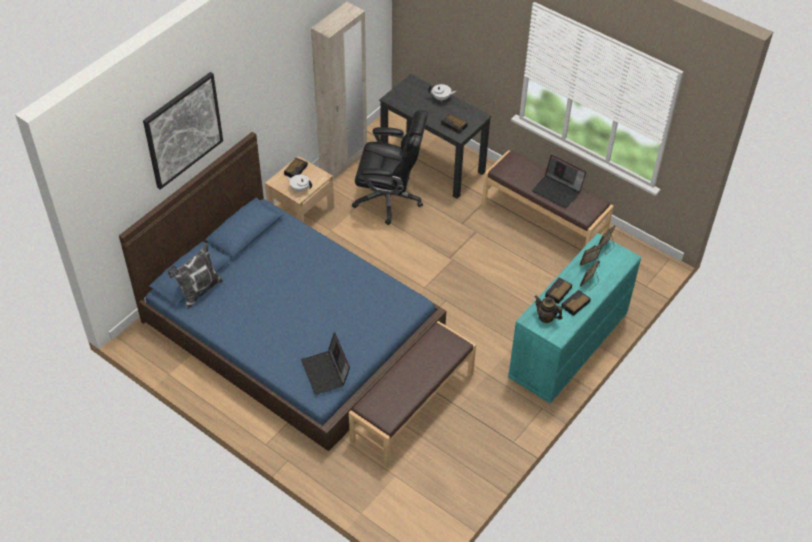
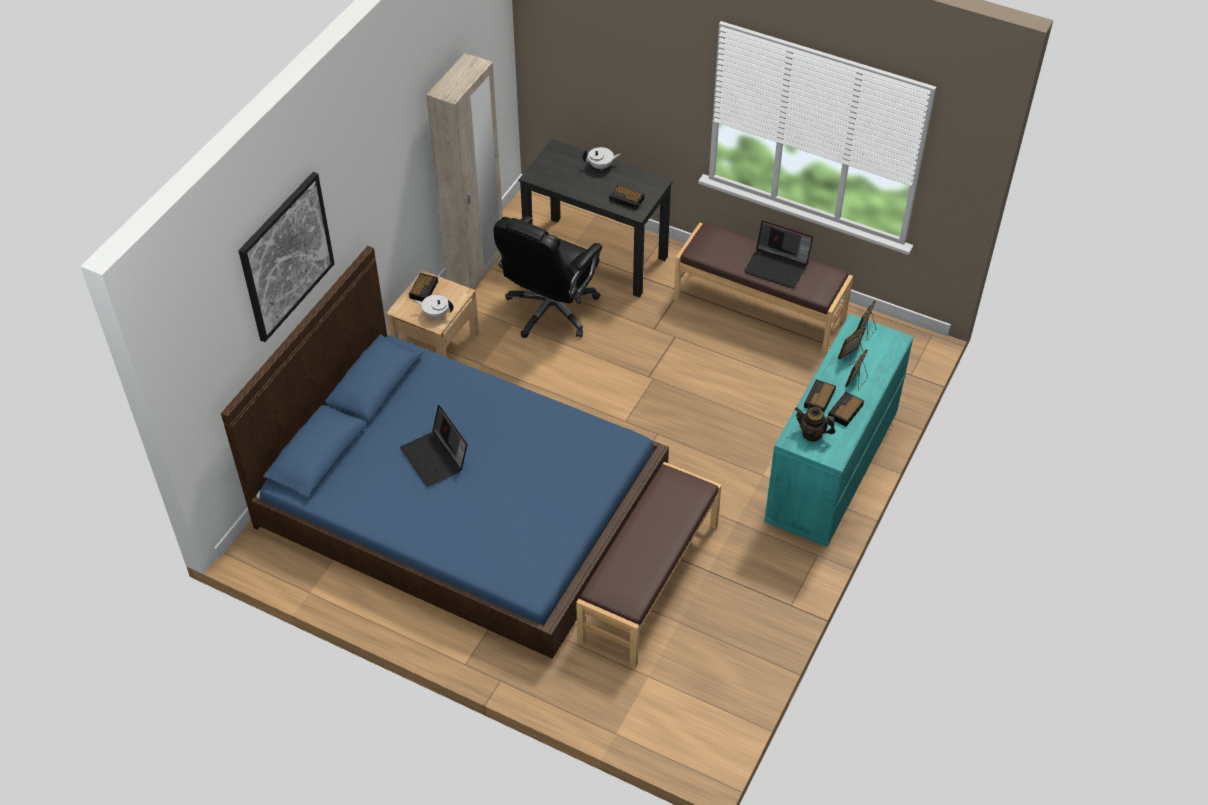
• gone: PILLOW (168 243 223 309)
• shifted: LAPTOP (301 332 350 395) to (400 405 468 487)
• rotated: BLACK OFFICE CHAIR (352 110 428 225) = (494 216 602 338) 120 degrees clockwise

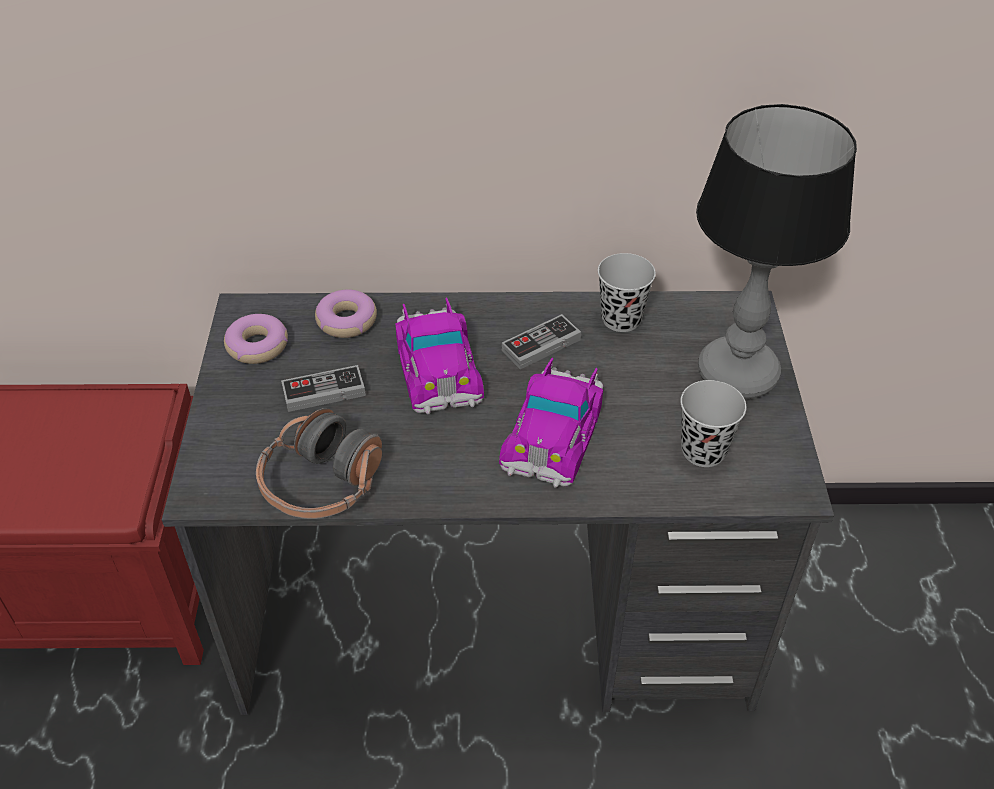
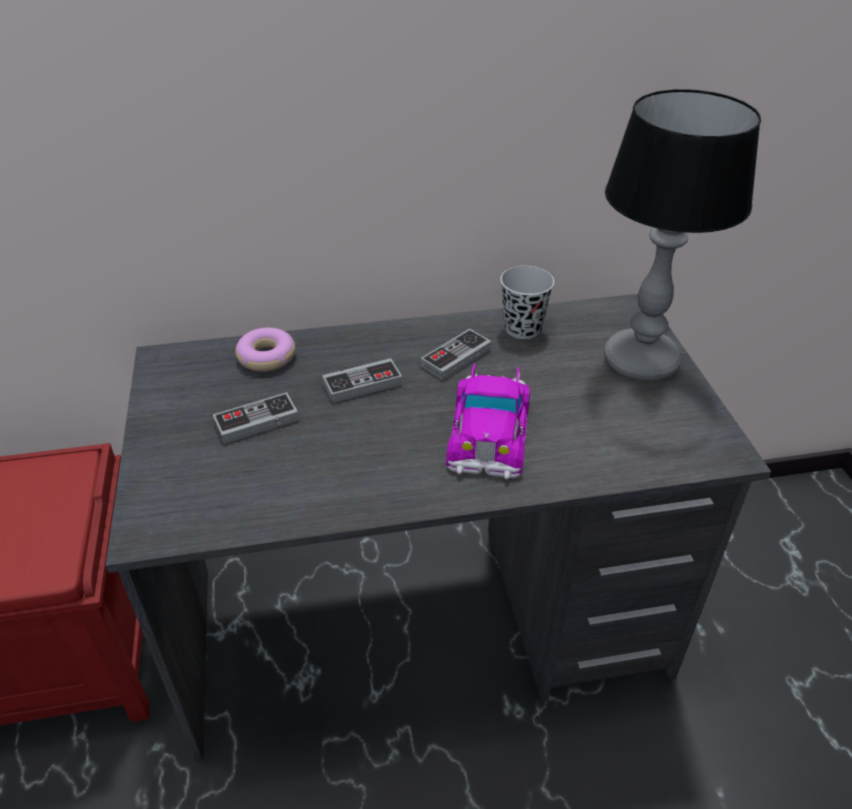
• gone: DONUT (224 314 288 364)
• gone: HEADPHONES (256 408 382 519)
• swapped: TOY CAR (395 297 484 414) to GAME CONTROLLER (322 358 402 403)
• gone: BLACK CUP (680 380 746 467)

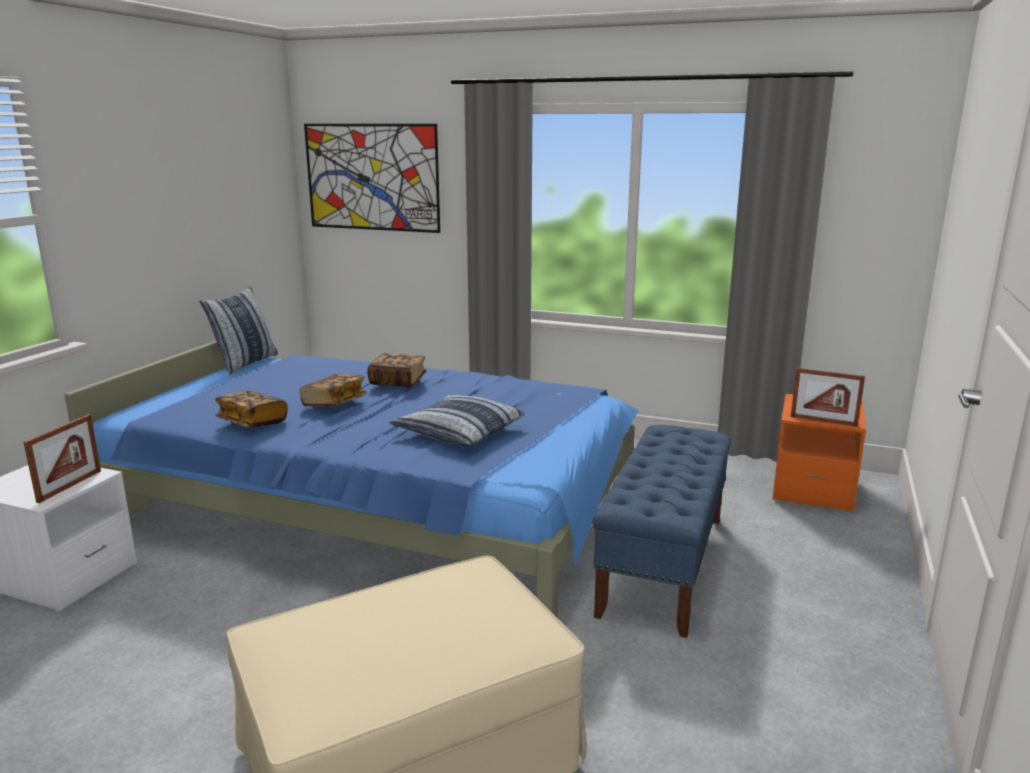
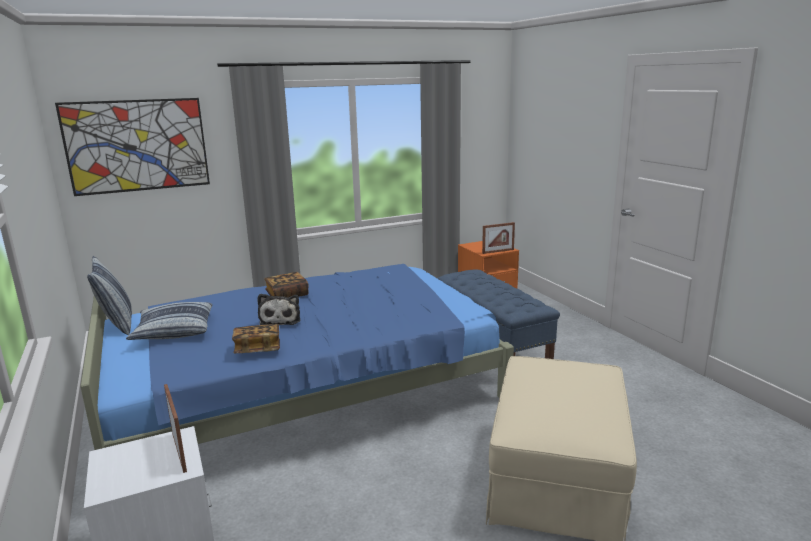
• swapped: BOOK (300 374 366 407) to PLUSH TOY (257 294 301 325)
• shifted: PILLOW (389 395 525 446) to (126 302 213 340)

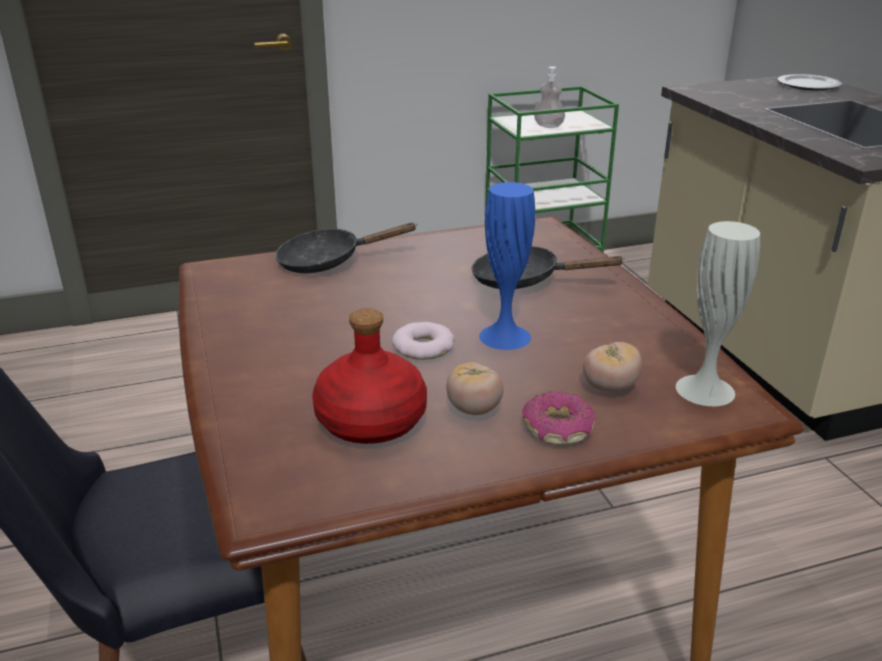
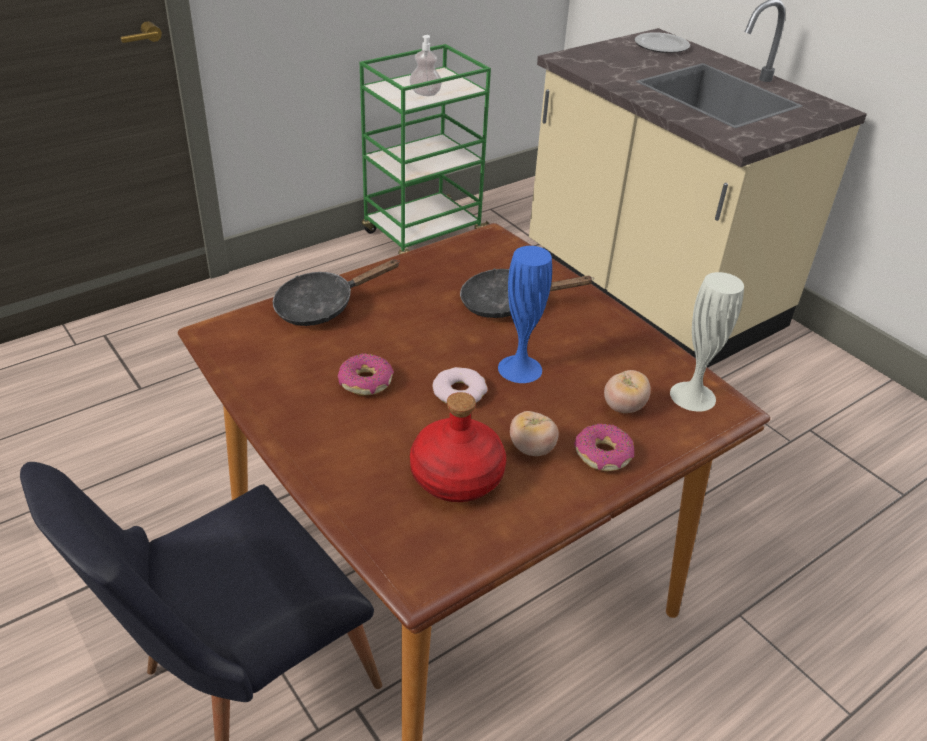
• new: DONUT (338 353 394 396)

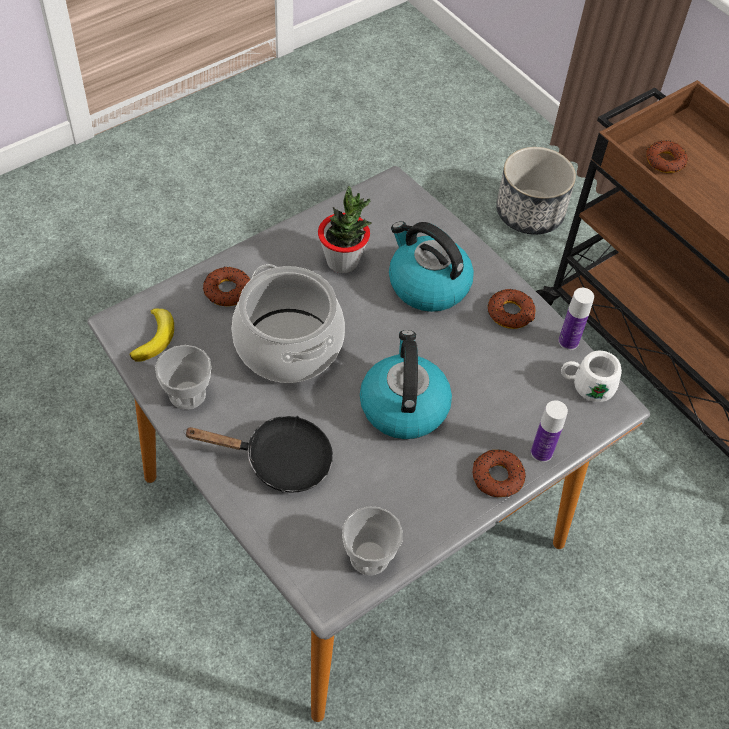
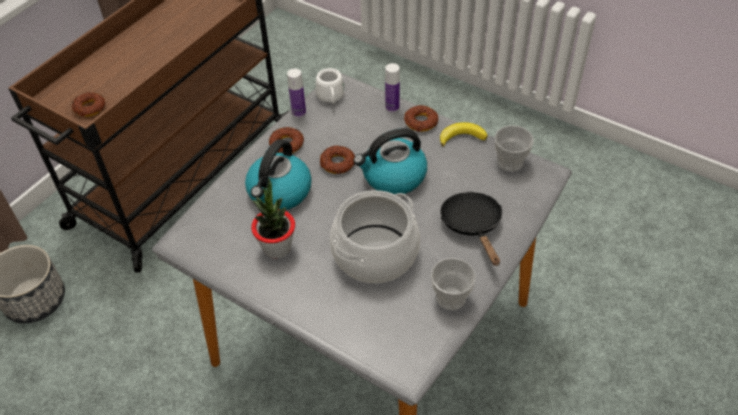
• shifted: BANANA (129 309 174 362) to (440 122 487 147)
• shifted: DONUT (203 267 250 306) to (320 145 355 174)

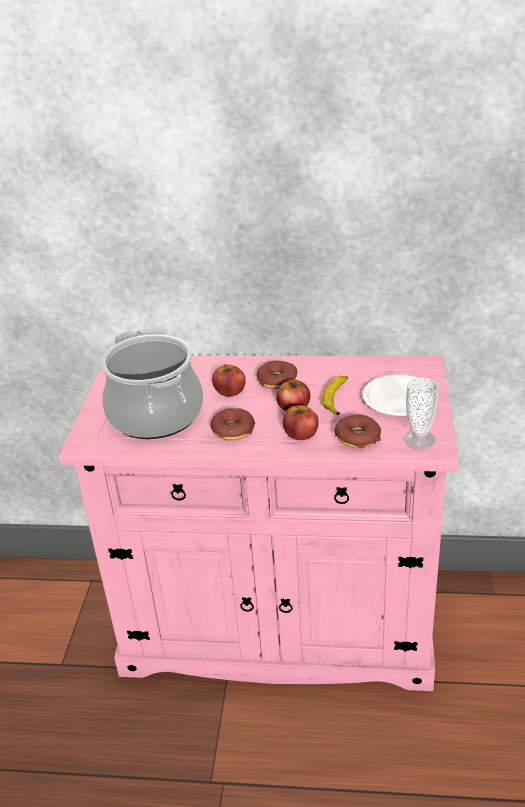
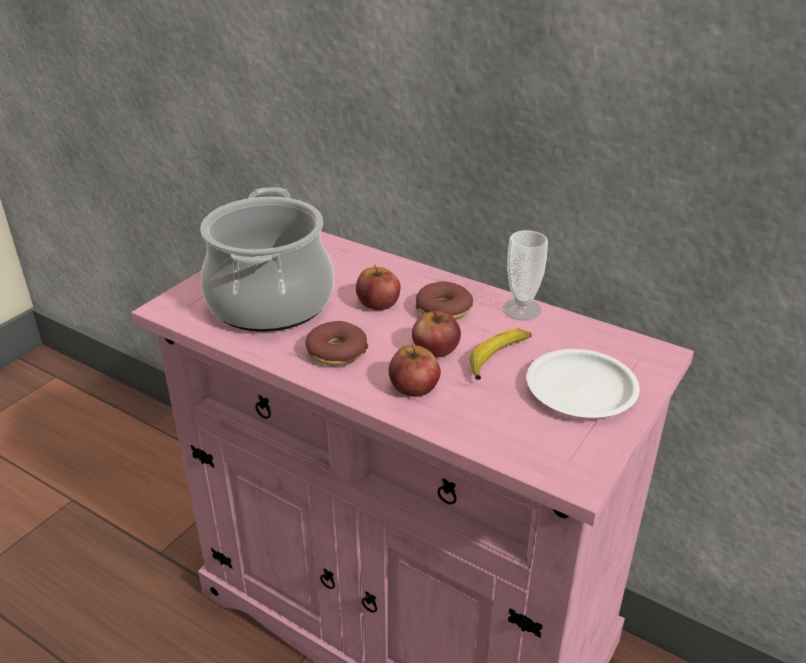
• gone: DONUT (335 415 381 448)
• shifted: CUP (404 378 438 450) to (503 230 548 320)

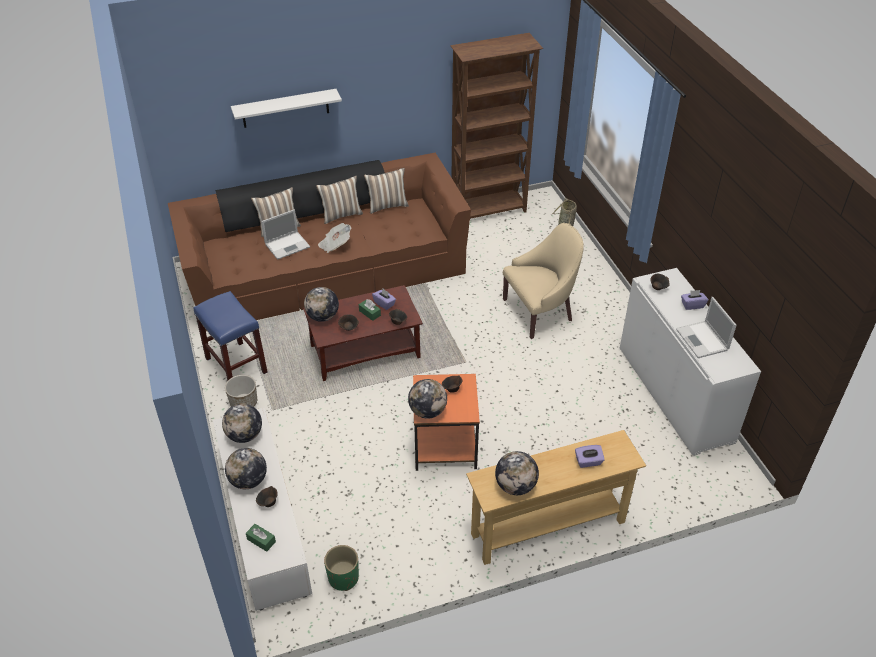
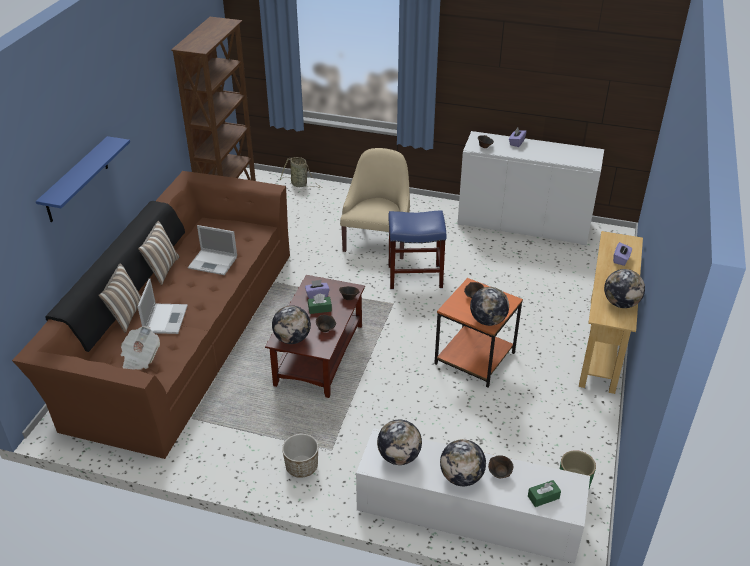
• shifted: BLUE STOOL (194 291 268 381) to (388 210 446 289)
• repainted: WHITE SHELF (231 89 342 128) to BLUE SHELF (36 136 130 222)
• shifted: NEWSPAPER (318 223 352 253) to (121 326 160 370)
• gone: PILLOW (364 168 409 214)
• shifted: LAPTOP (676 297 737 358) to (188 225 237 275)

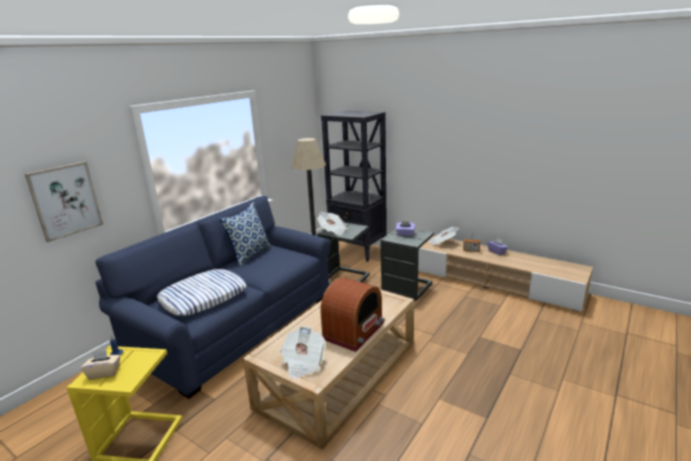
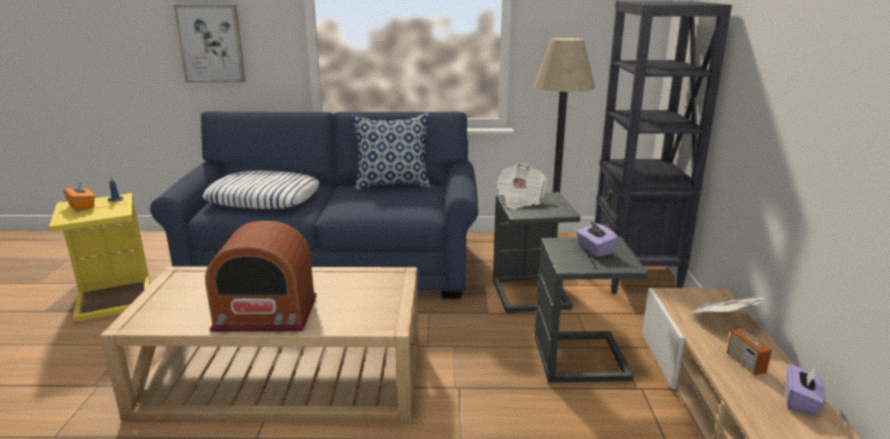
• repainted: BEIGE TISSUE BOX (81 350 120 379) to ORANGE TISSUE BOX (63 181 95 212)
• gone: NEWSPAPER (280 326 326 379)

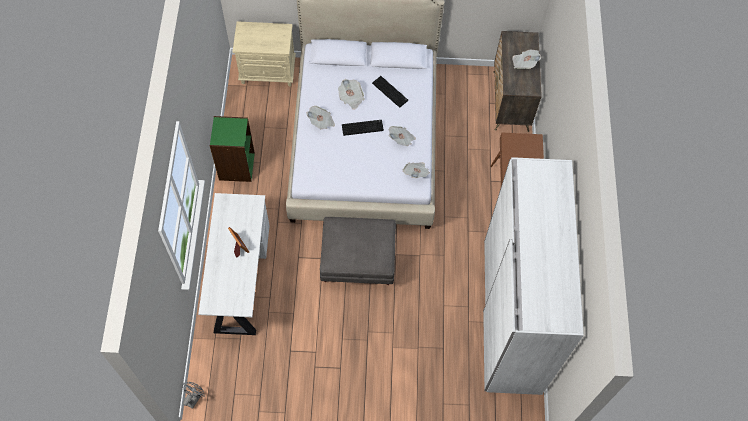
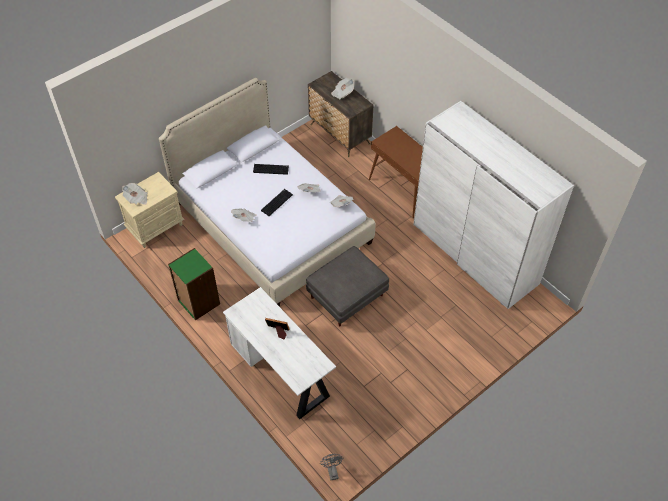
• shifted: NEWSPAPER (338 79 365 110) to (122 183 148 205)

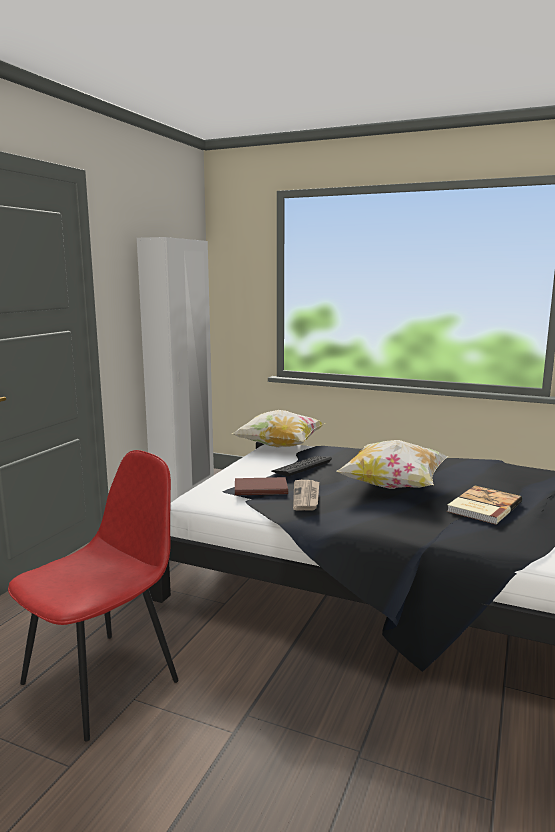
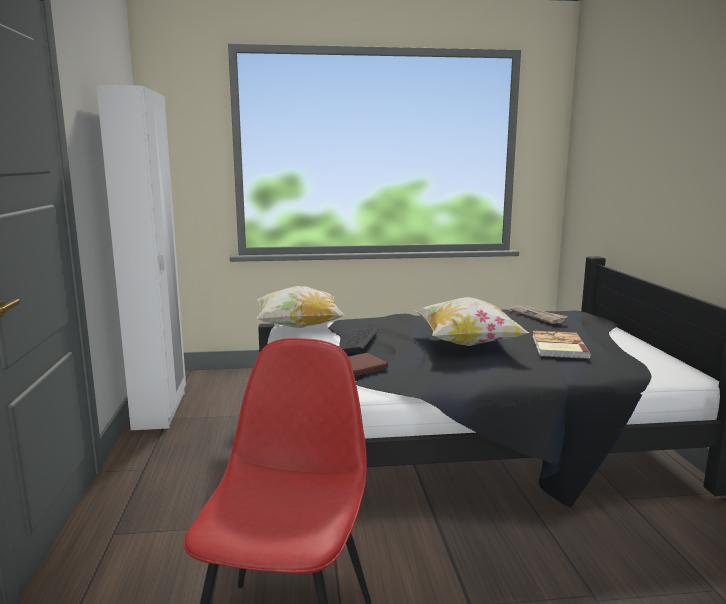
• shifted: NEWSPAPER (293 480 319 511) to (509 305 568 324)

